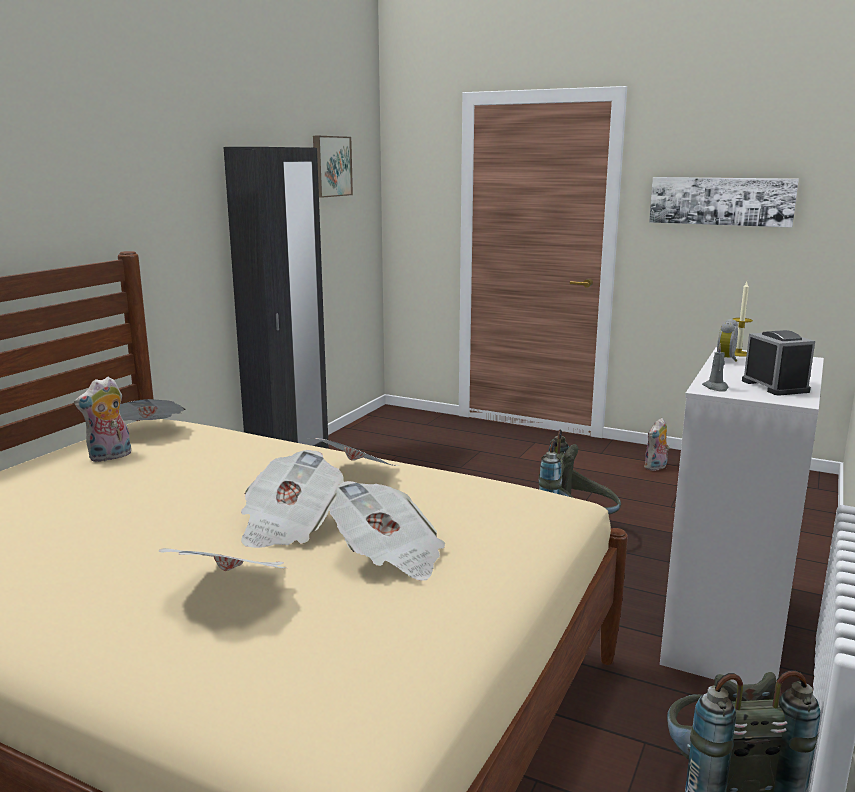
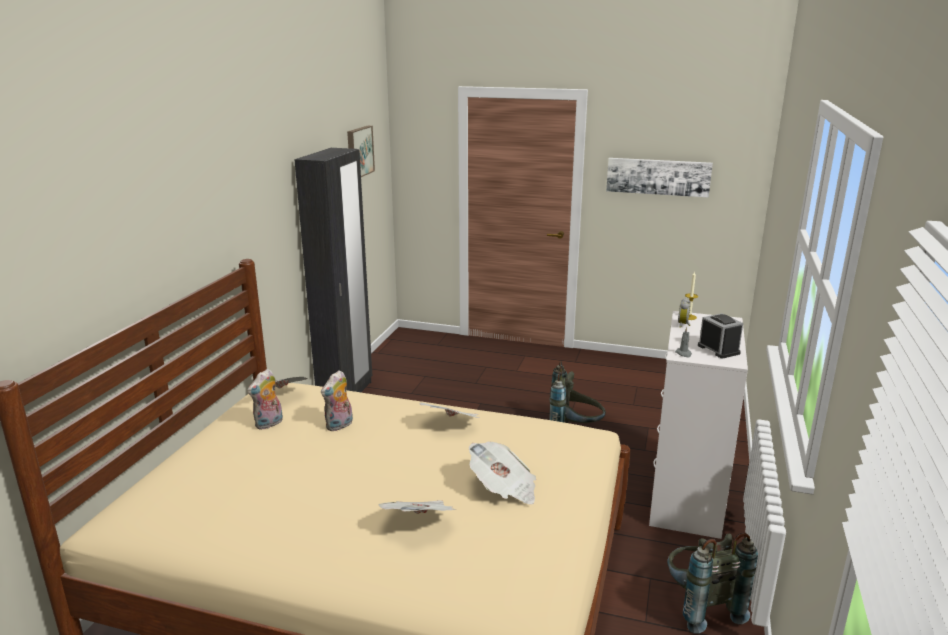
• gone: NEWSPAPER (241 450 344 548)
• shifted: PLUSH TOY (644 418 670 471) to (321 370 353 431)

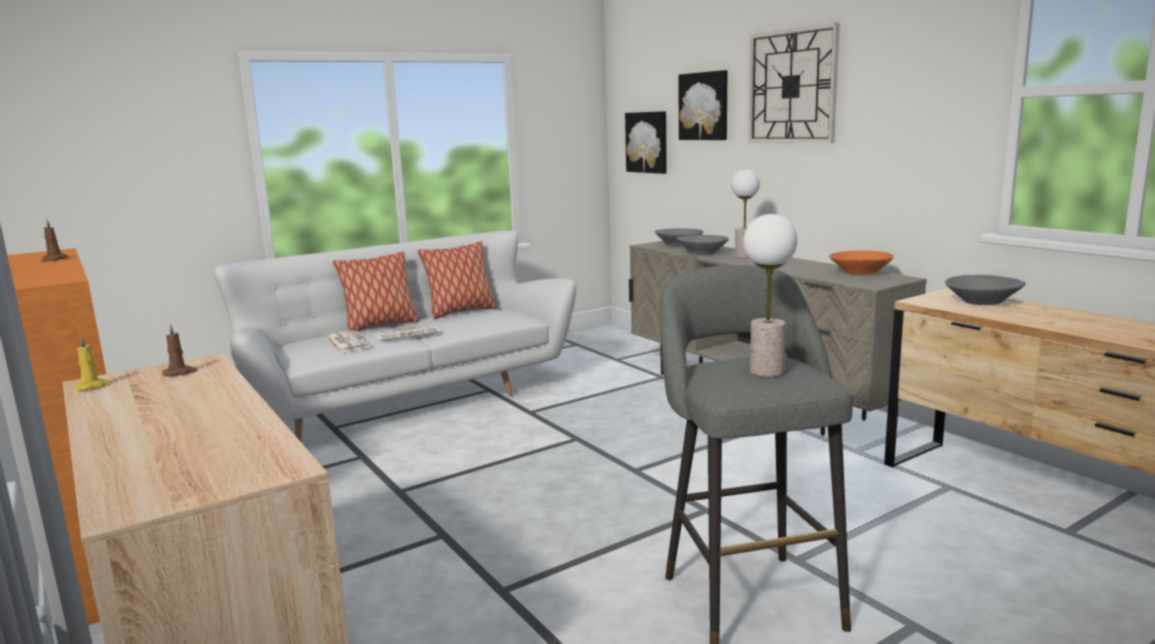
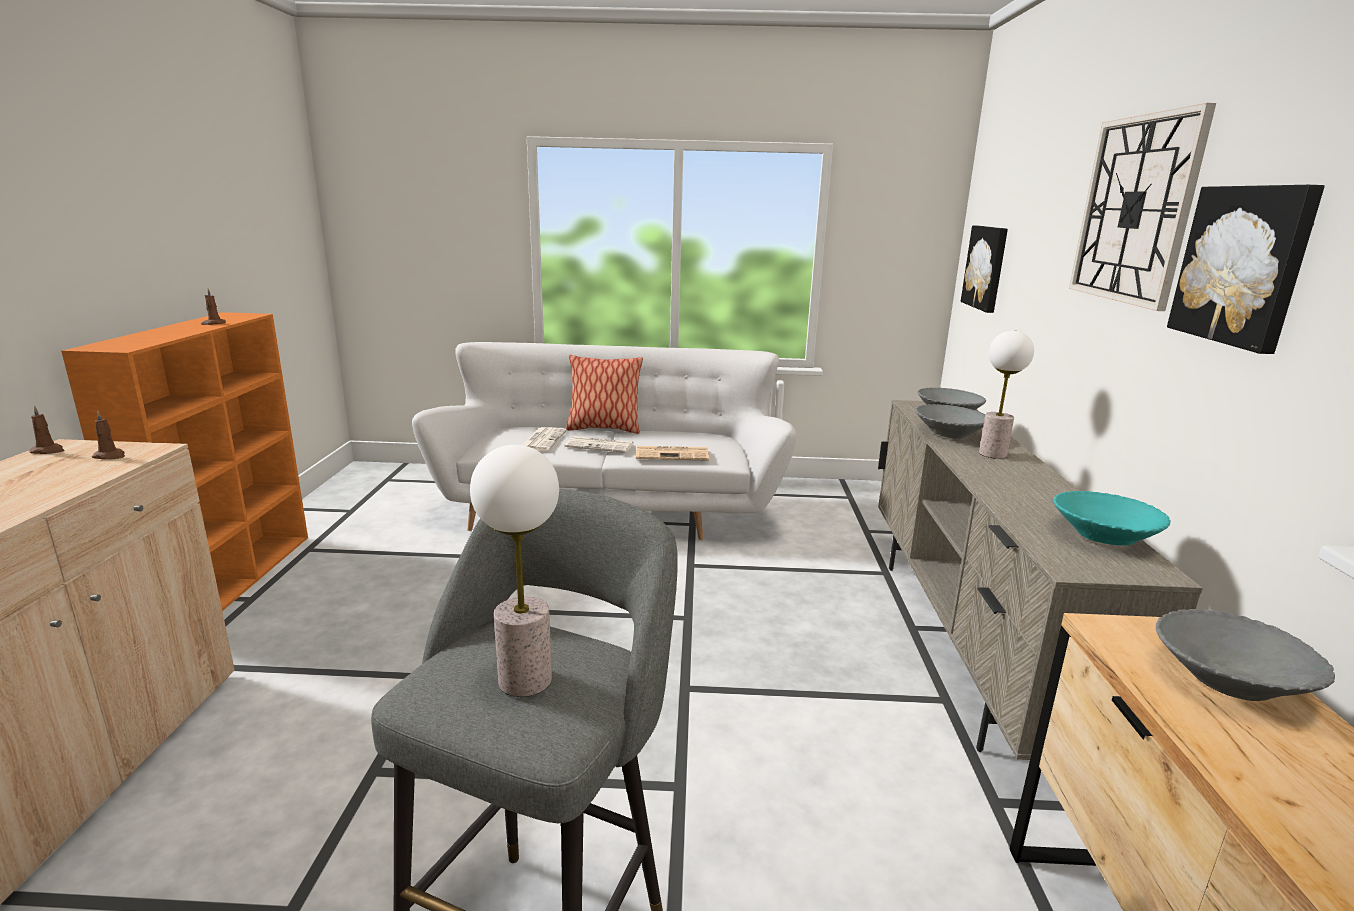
• repainted: YELLOW CANDLE (73 336 112 391) to BROWN CANDLE (29 405 65 454)
• gone: PILLOW (417 241 497 319)
• shifted: PICTURE (678 70 728 140) to (1167 185 1325 354)
• repainted: ORANGE BOWL (829 250 894 274) to TURQUOISE BOWL (1054 491 1170 545)
• new: NEWSPAPER (636 446 709 461)

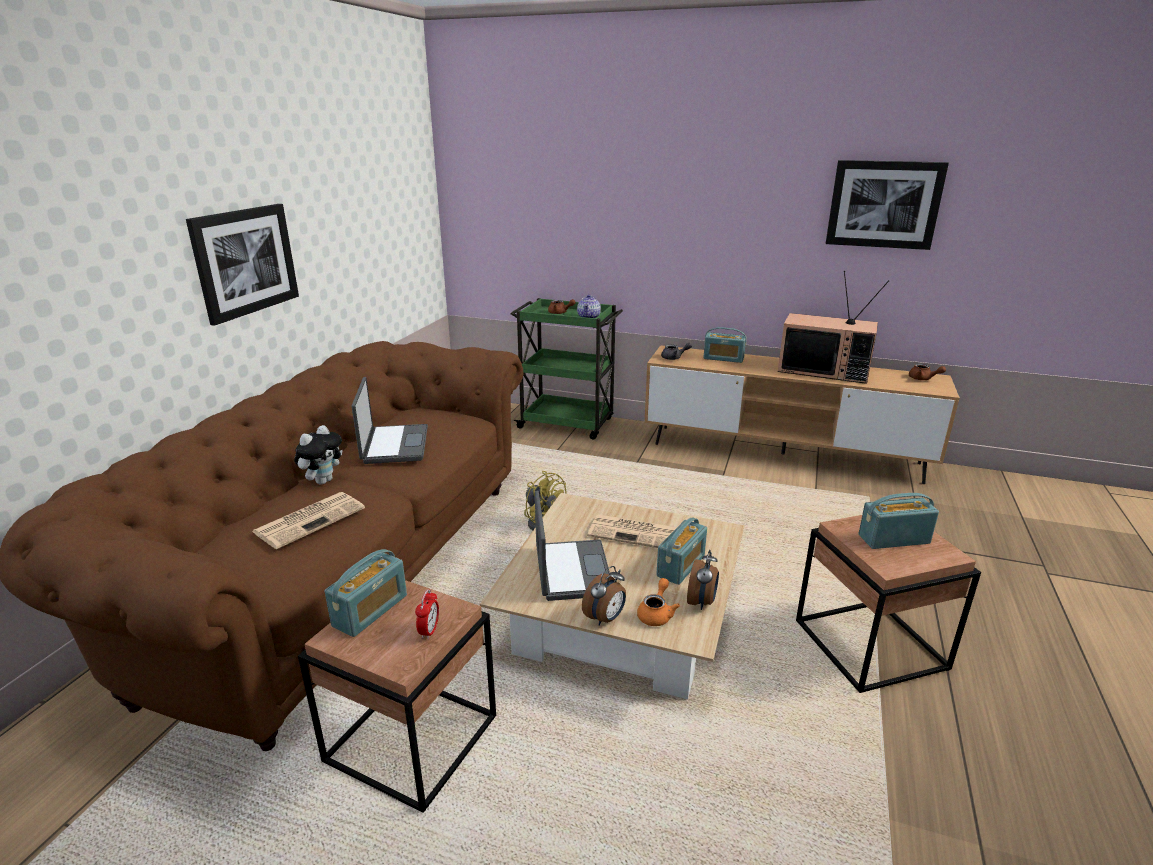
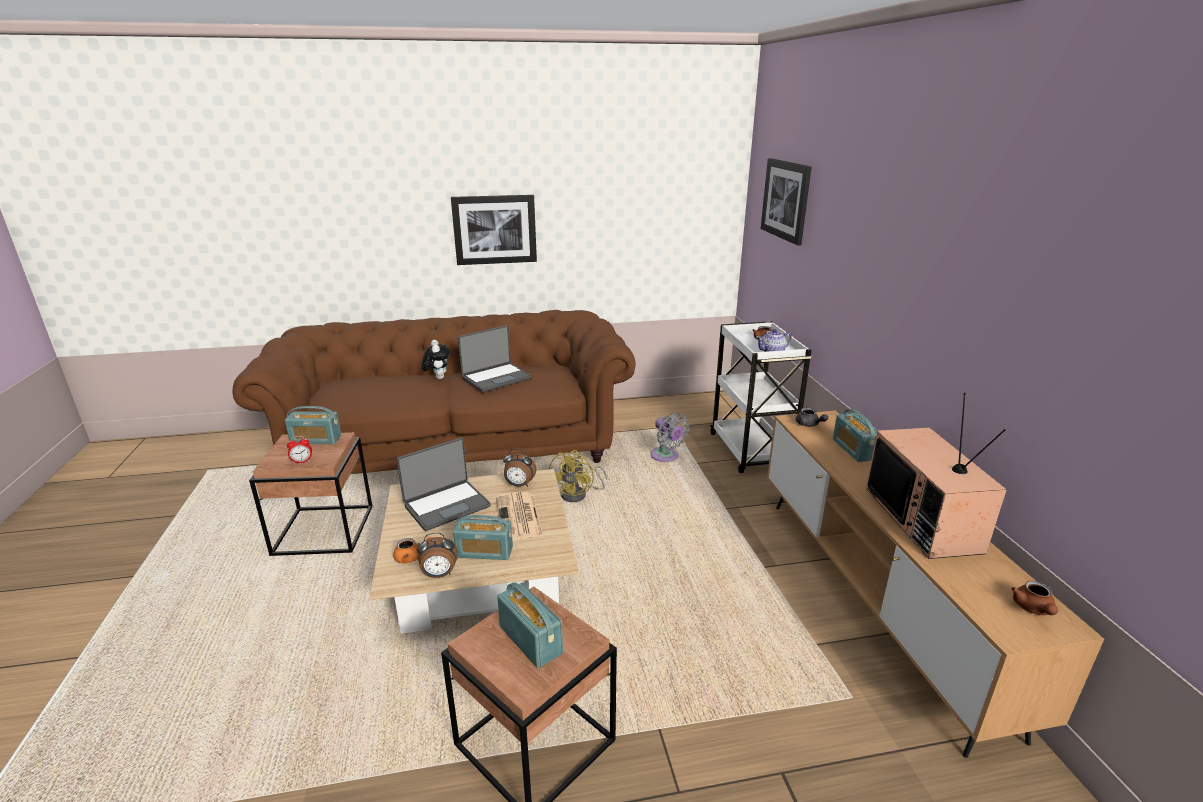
• gone: NEWSPAPER (253 492 365 549)
• rotated: PLUSH TOY (294 425 343 485) = (422 340 450 380) 105 degrees counterclockwise
• repainted: GREEN CART (511 298 623 440) to WHITE CART (710 321 812 473)
• shifted: ALARM CLOCK (582 566 626 626) to (503 448 536 487)
• shifted: PICTURE (826 160 949 250) to (761 158 811 245)
• new: GREY FAN (650 413 690 462)

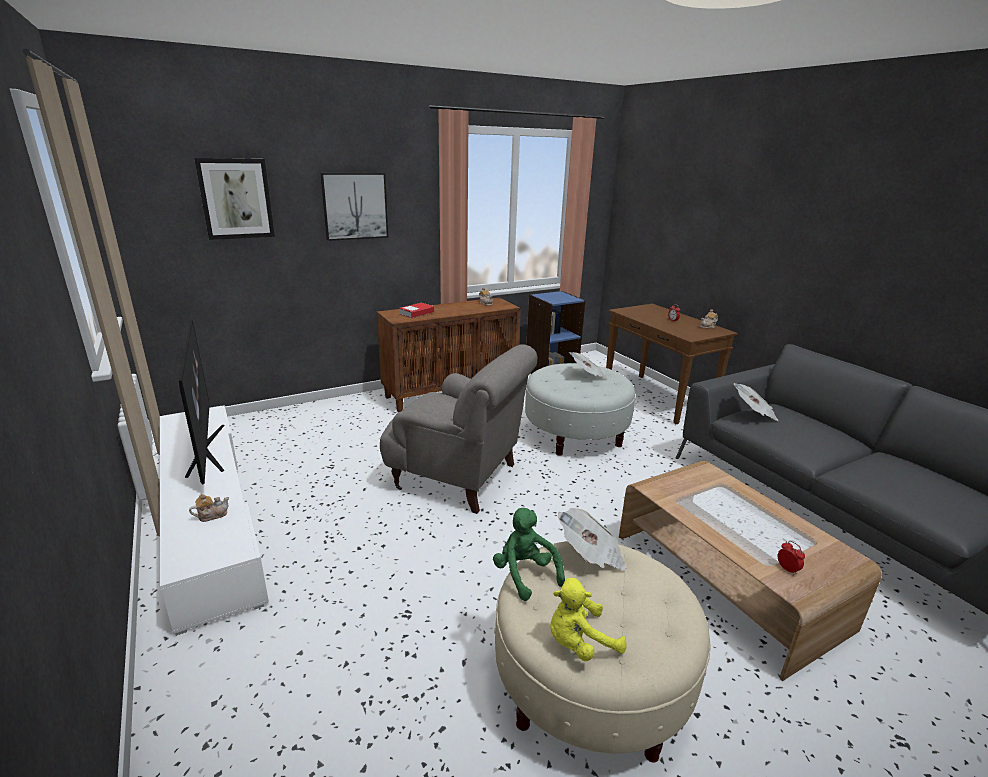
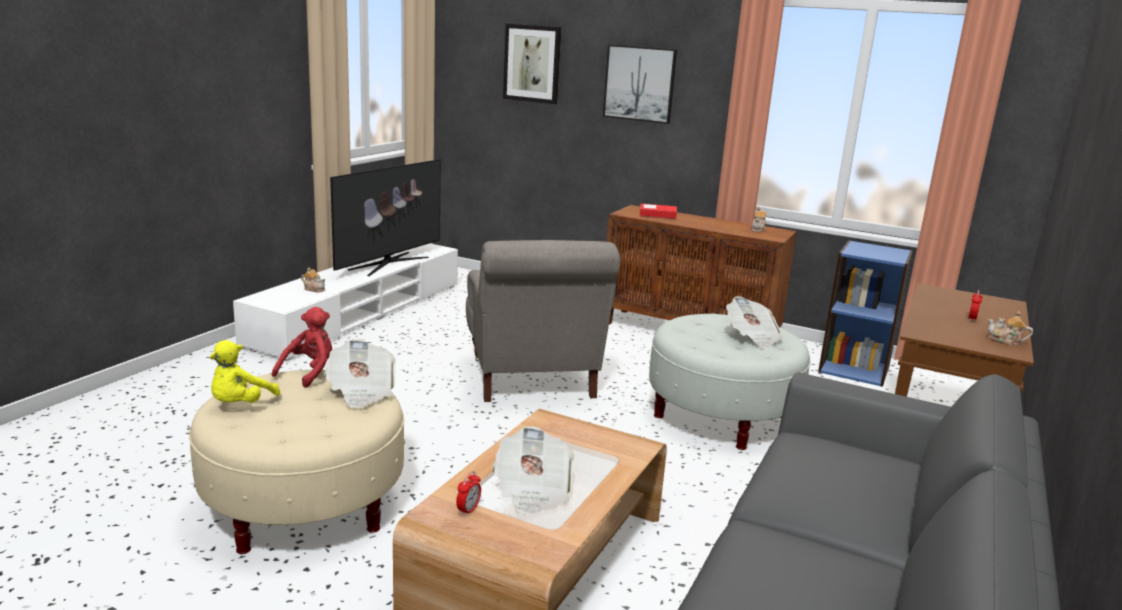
• repainted: GREEN PLUSH TOY (493 508 565 601) to RED PLUSH TOY (272 307 332 388)
• rotated: YELLOW PLUSH TOY (550 578 627 661) = (210 340 280 402) 105 degrees counterclockwise
• shifted: NEWSPAPER (733 383 779 421) to (492 426 574 515)

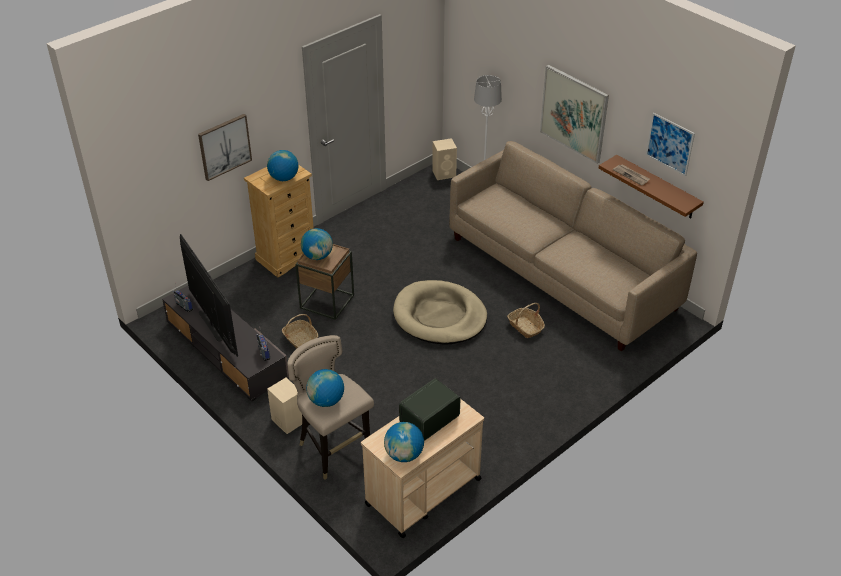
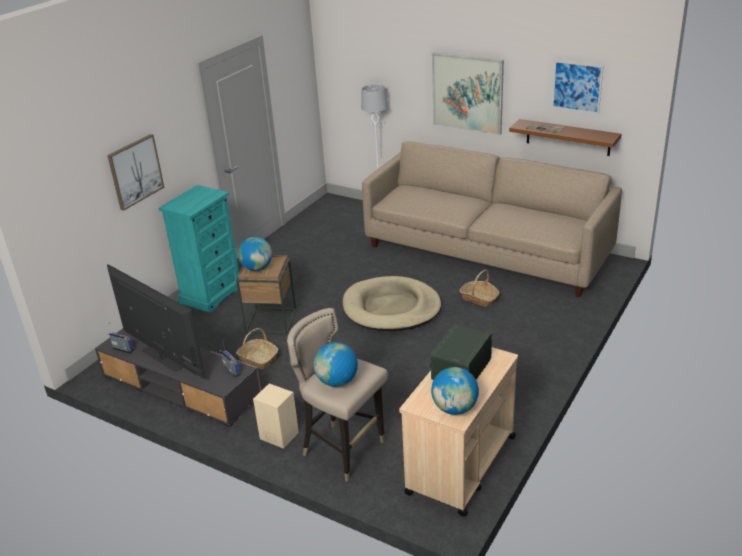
• repainted: BEIGE DRESSER (244 165 314 278) to TURQUOISE DRESSER (158 185 240 313)
• gone: GLOBE (267 150 299 181)
• gone: BEIGE SPEAKER (432 138 457 180)

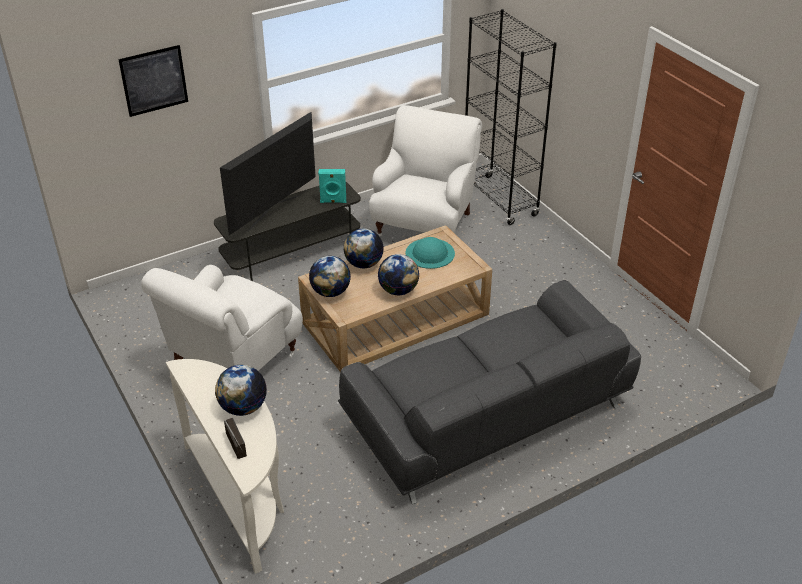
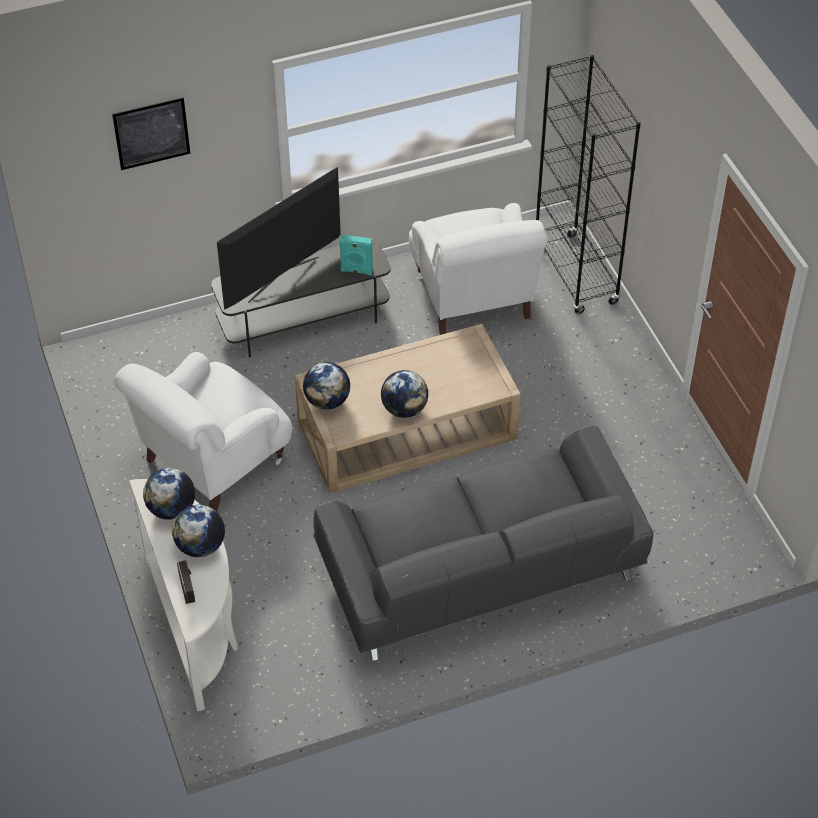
• shifted: GLOBE (343 228 384 268) to (143 468 195 520)
• rotated: WHITE ARMCHAIR (369 105 482 236) = (409 203 548 335) 135 degrees clockwise
• gone: TURQUOISE HAT (406 237 455 269)

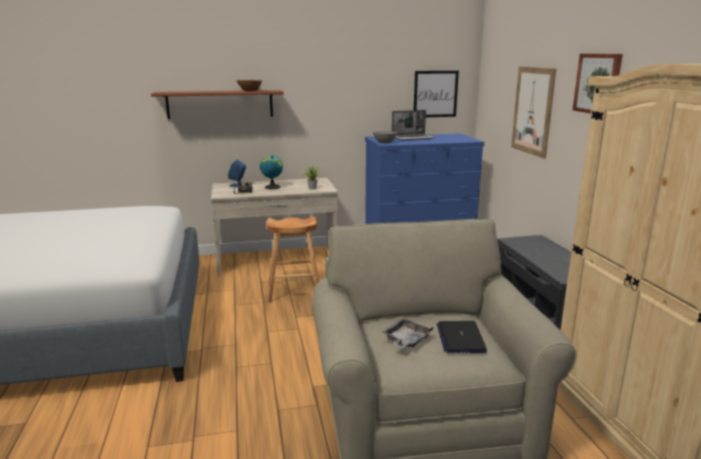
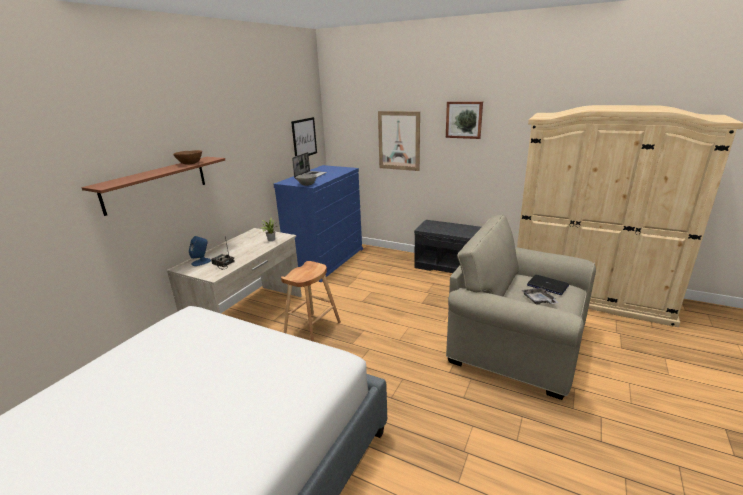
• gone: GLOBE (260 155 283 189)

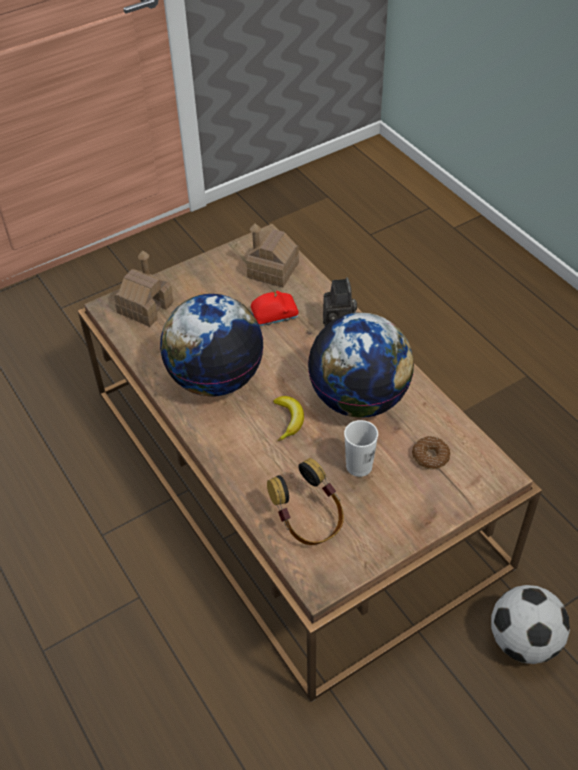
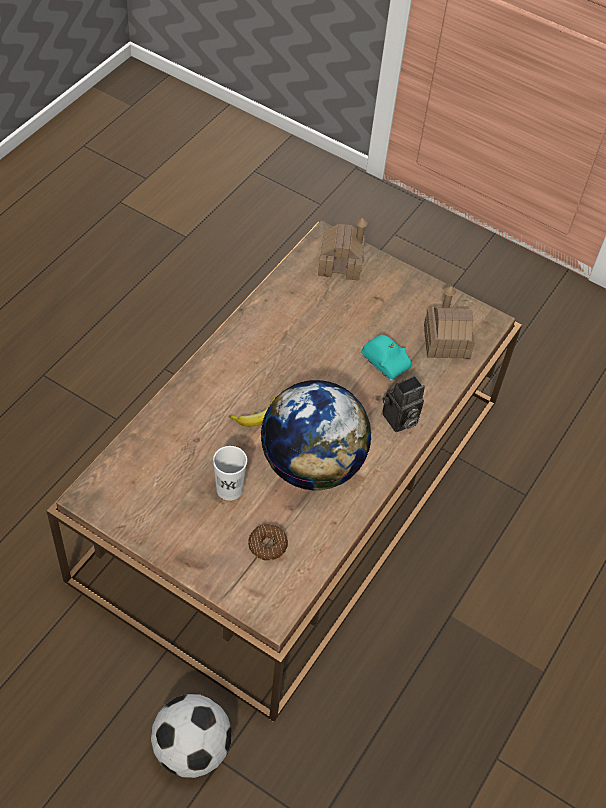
• gone: GLOBE (160 294 264 397)
• repainted: RED TOY CAR (251 291 299 326) to TURQUOISE TOY CAR (361 335 412 381)
• gone: HEADPHONES (267 458 344 545)

